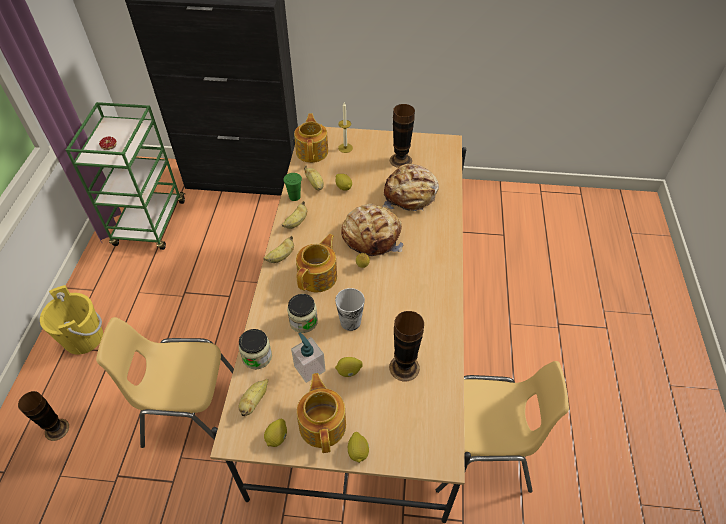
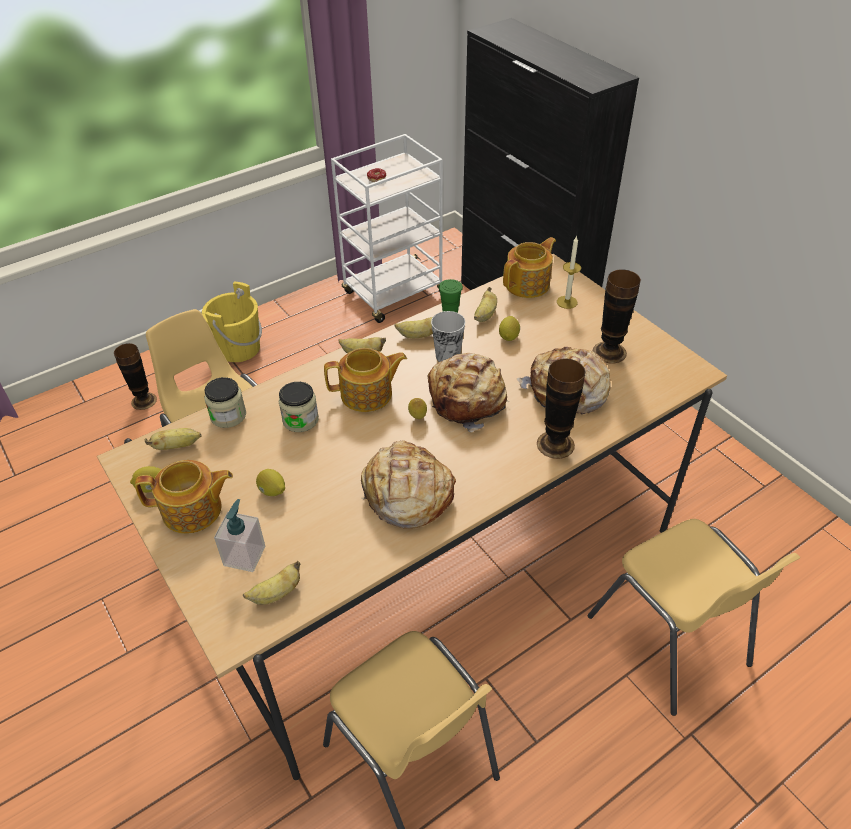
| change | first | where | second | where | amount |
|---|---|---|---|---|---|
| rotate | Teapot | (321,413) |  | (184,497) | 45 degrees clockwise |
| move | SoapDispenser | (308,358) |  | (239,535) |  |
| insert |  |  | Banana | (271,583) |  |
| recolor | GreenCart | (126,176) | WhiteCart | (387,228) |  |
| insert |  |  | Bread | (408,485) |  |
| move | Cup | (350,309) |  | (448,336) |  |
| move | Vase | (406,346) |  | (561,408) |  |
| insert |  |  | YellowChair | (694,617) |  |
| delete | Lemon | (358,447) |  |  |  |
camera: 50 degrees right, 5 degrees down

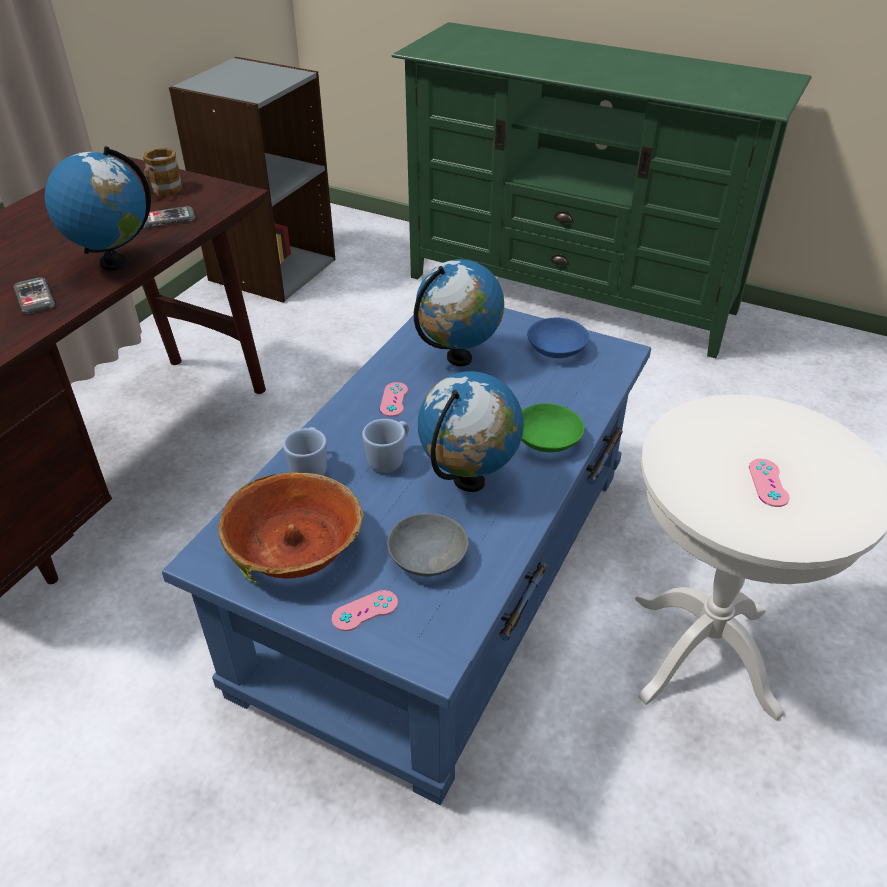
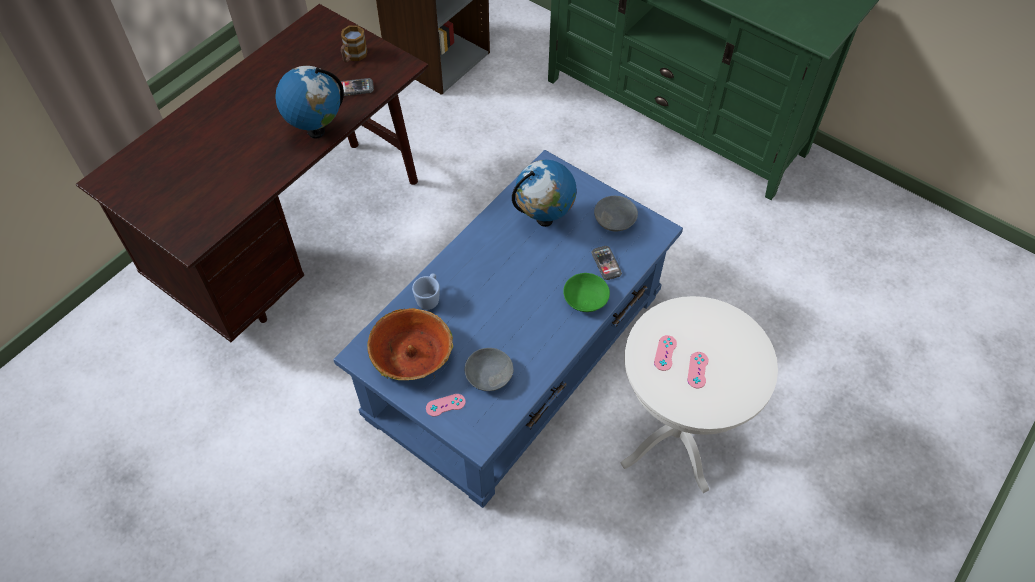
| change | first | where | second | where | amount |
|---|---|---|---|---|---|
| move | Phone | (34,295) |  | (606,263) |  |
| recolor | BlueBowl | (558,338) | GreyBowl | (616,214) |  |
| move | PinkGameController | (394,399) |  | (665,353) |  |
| delete | BlueMug | (385,446) |  |  |  |
| delete | Globe | (471,431) |  |  |  |
camera: 10 degrees right, 15 degrees up

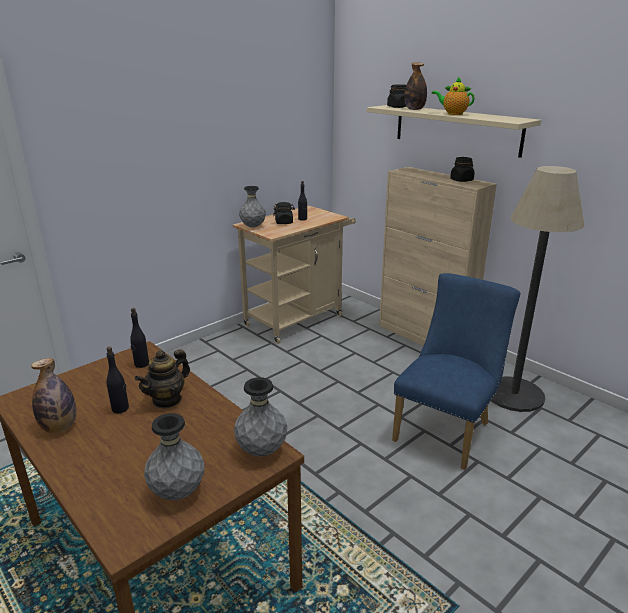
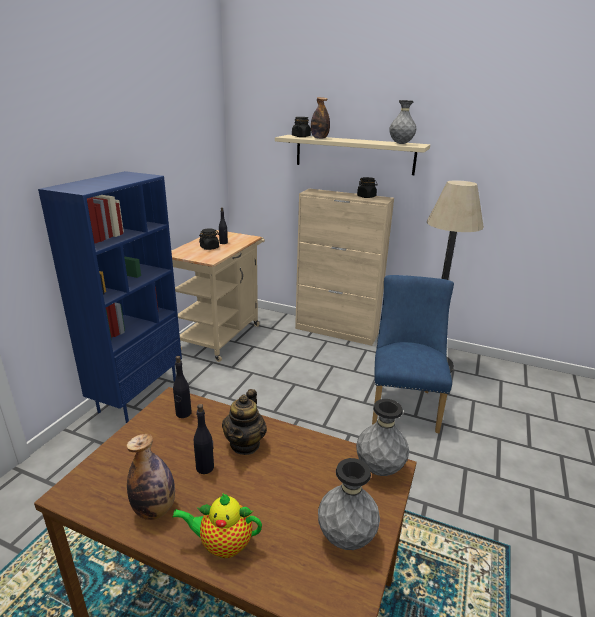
| change | first | where | second | where | amount |
|---|---|---|---|---|---|
| insert |  |  | BlueBookcase | (110,297) |  |
| move | Teapot | (453,96) |  | (217,525) |  |
| move | GreyVase | (252,207) |  | (402,122) |  |
camera: 25 degrees left, 0 degrees up

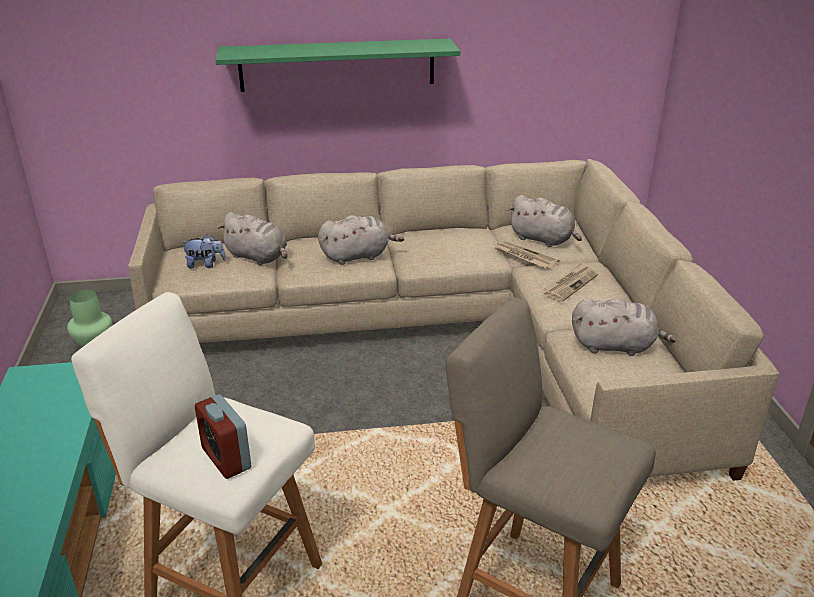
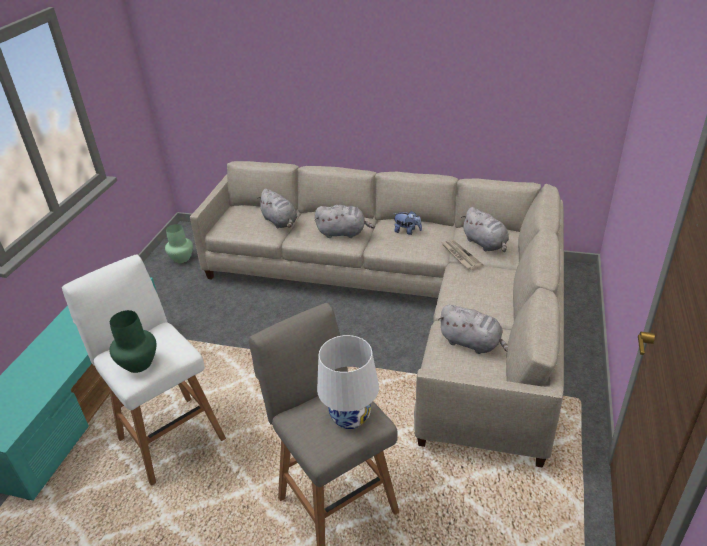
| change | first | where | second | where | amount |
|---|---|---|---|---|---|
| replace | AlarmClock | (223,436) | GreenVase | (132,341) |  |
| insert |  |  | WhiteTableLamp | (348,382) |  |
| move | PlushToy | (203,251) |  | (407,223) |  |
| delete | GreenShelf | (337,65) |  |  |  |
| delete | Newspaper | (570,282) |  |  |  |
camera: 25 degrees right, 5 degrees up

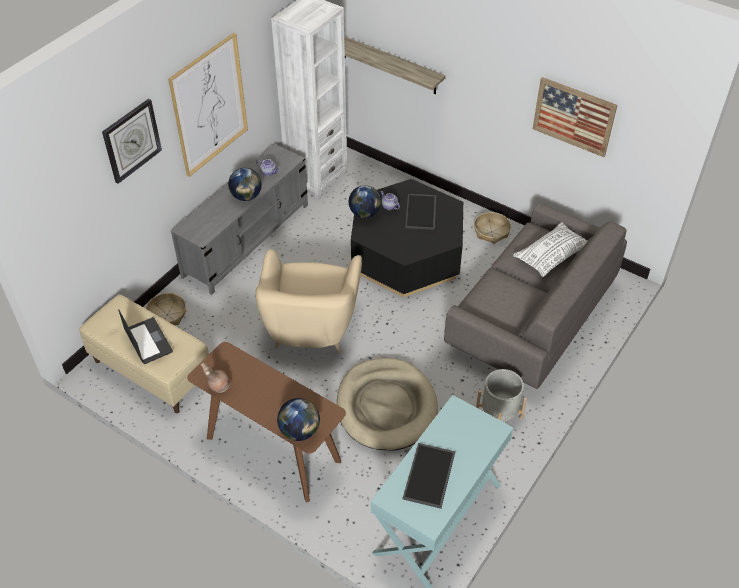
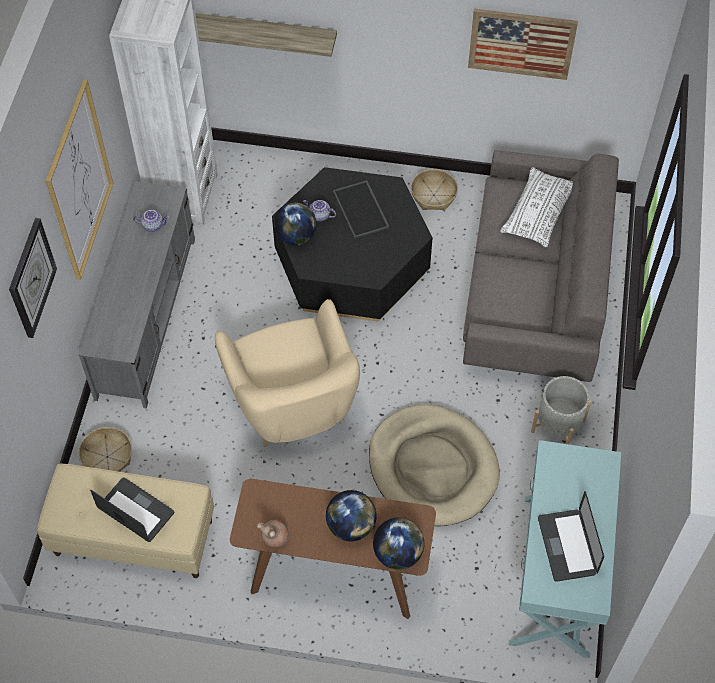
| change | first | where | second | where | amount |
|---|---|---|---|---|---|
| move | Globe | (245,184) |  | (351,515) |  |
| replace | Tray | (429,476) | Laptop | (571,536) |  |
camera: 25 degrees left, 10 degrees up

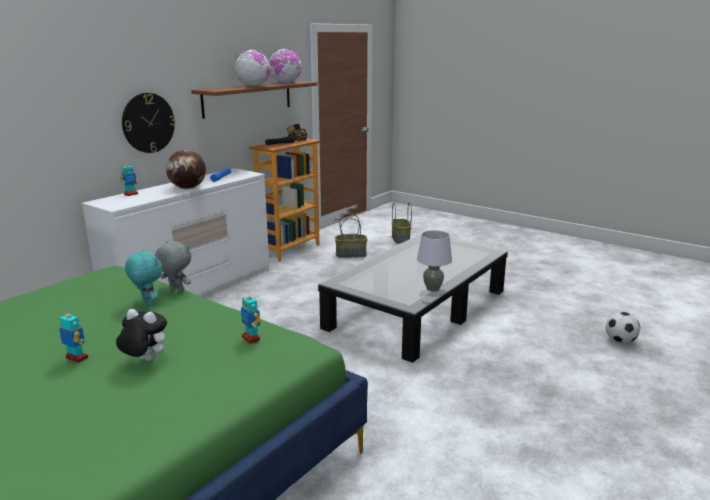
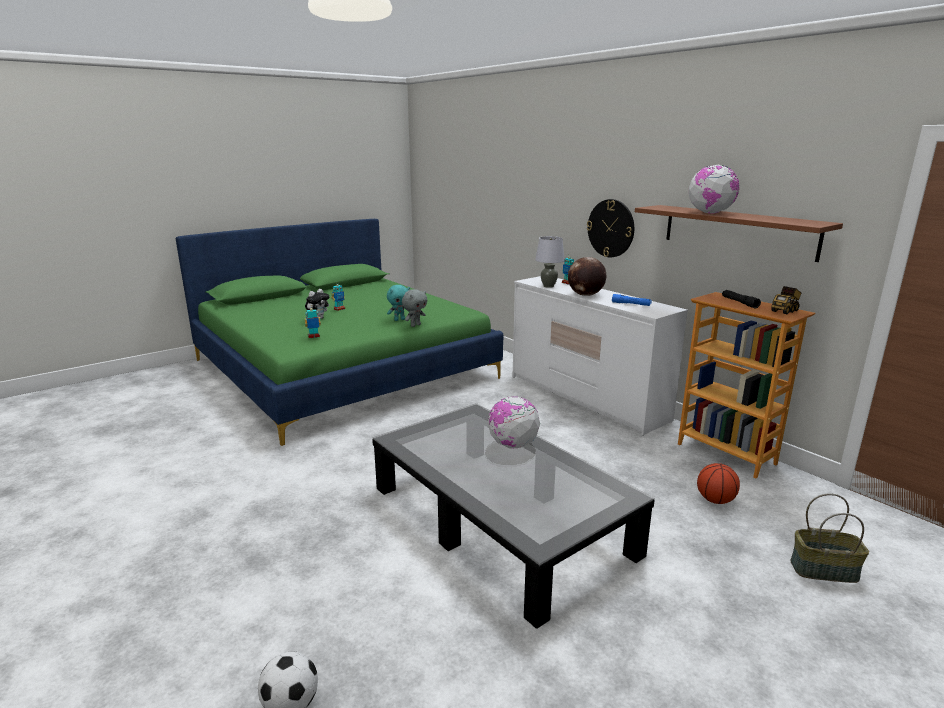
| change | first | where | second | where | amount |
|---|---|---|---|---|---|
| move | Globe | (285,66) |  | (514,422) |  |
| move | GreyTableLamp | (434,261) |  | (550,262) |  |
| replace | Basket | (351,235) | Basketball | (718,483) |  |
camera: 105 degrees right, 0 degrees up

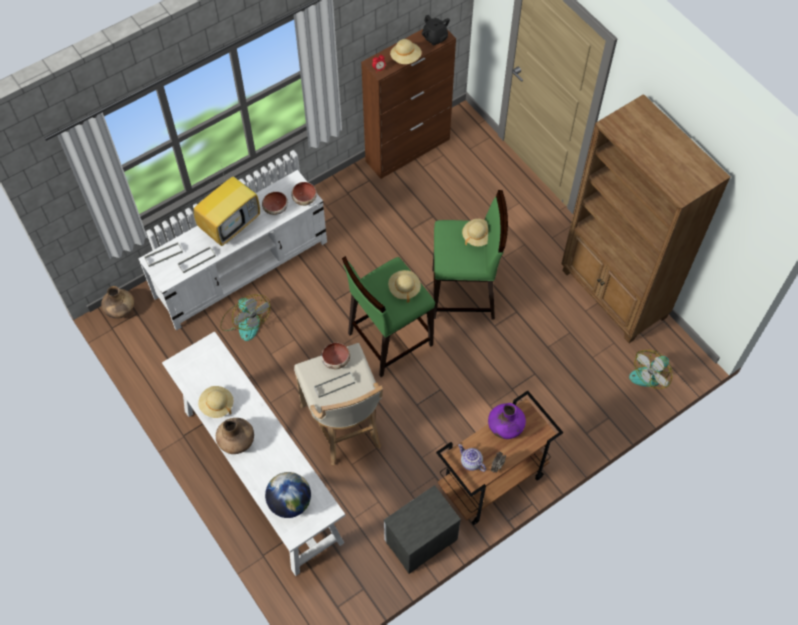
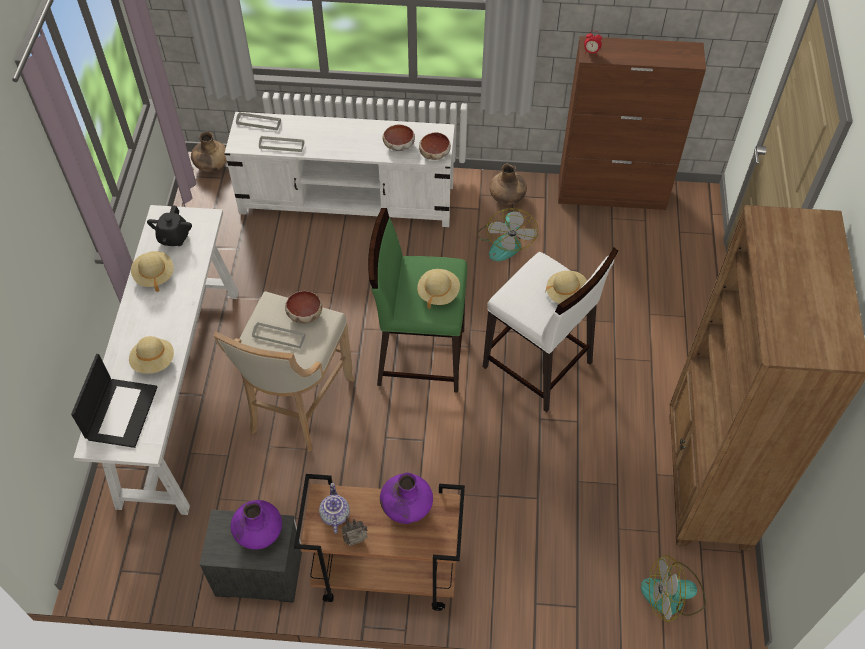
| change | first | where | second | where | amount |
|---|---|---|---|---|---|
| replace | Globe | (288,495) | Laptop | (114,401) |  |
| move | BeigeHat | (406,51) |  | (151,355) |  |
| move | BlackTeapot | (436,30) |  | (169,225) |  |
| insert |  |  | PurpleVase | (256,525) |  |
| move | Fan | (245,317) |  | (507,234) |  |
| recolor | GreenStool | (470,254) | WhiteStool | (550,330) |  |
| move | BrownVase | (235,436) |  | (508,184) |  |
| delete | Television | (226,205) |  |  |  |
camera: 40 degrees right, 5 degrees down

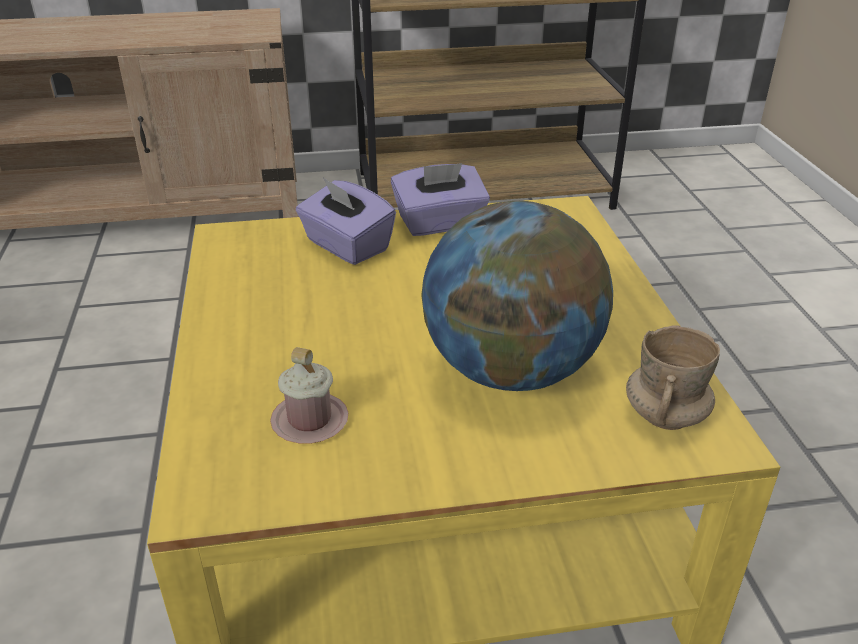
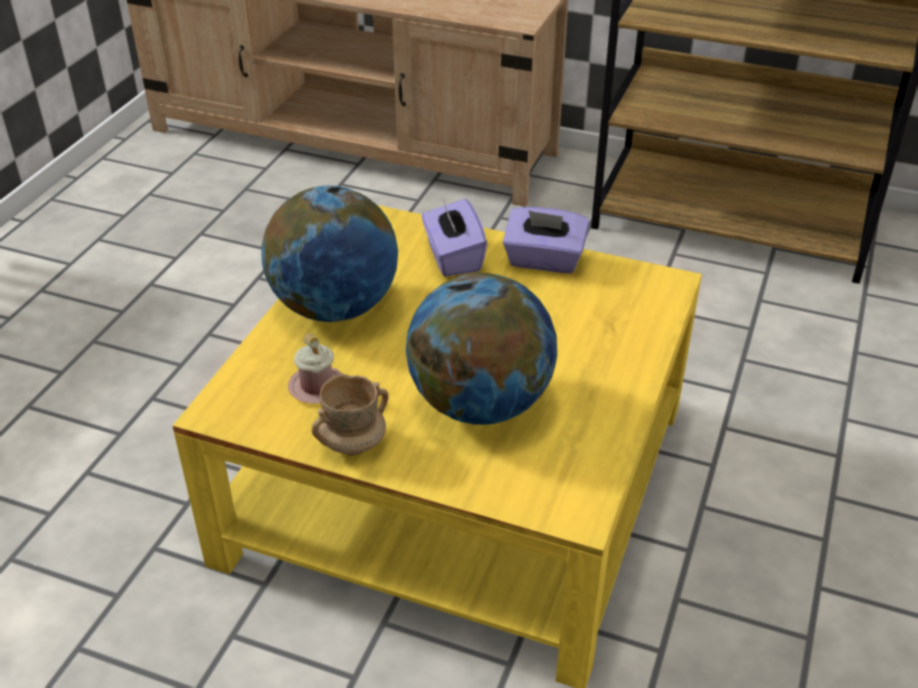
| change | first | where | second | where | amount |
|---|---|---|---|---|---|
| insert |  |  | Globe | (329,254) |  |
| move | BeigeMug | (673,377) |  | (350,414) |  |
camera: 30 degrees right, 5 degrees up

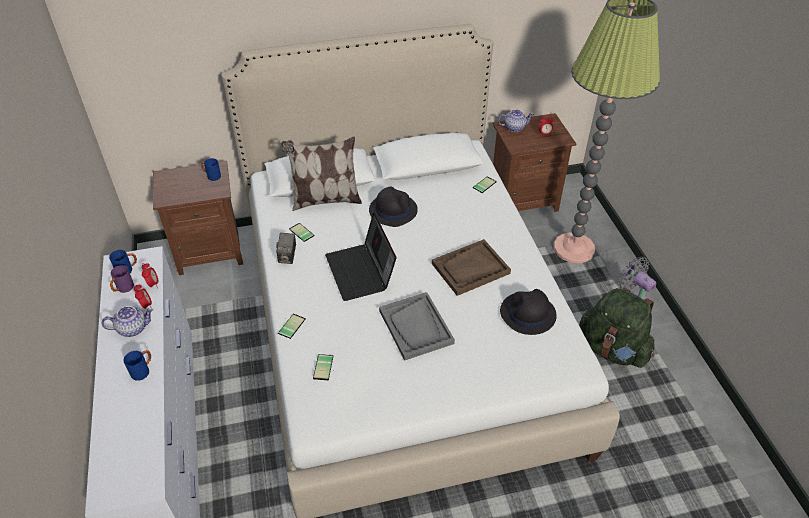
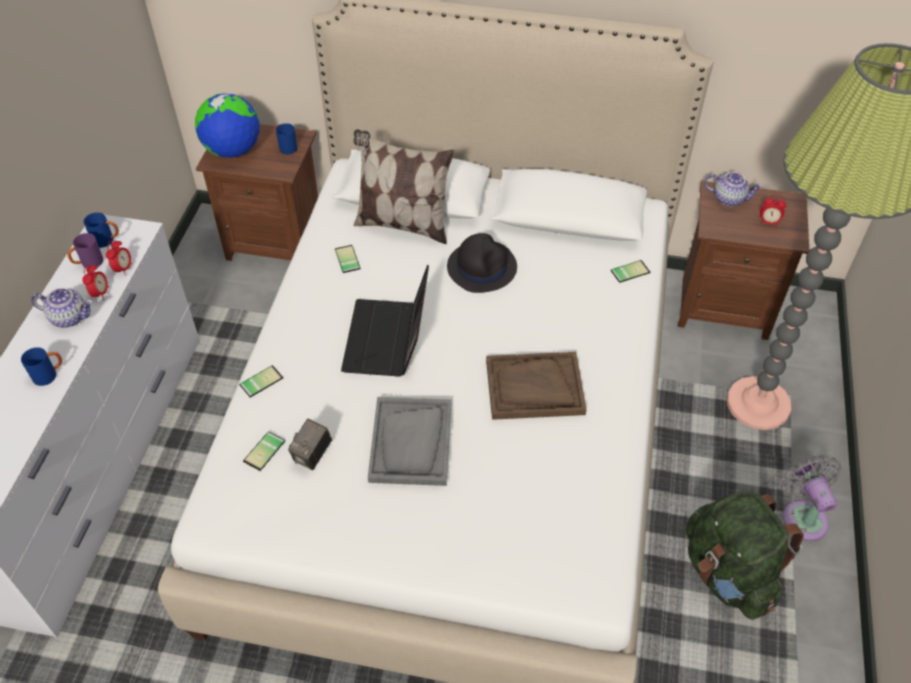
| change | first | where | second | where | amount |
|---|---|---|---|---|---|
| insert |  |  | Globe | (227,125) |  |
| move | PhotoCamera | (286,248) |  | (310,444) |  |
| delete | BlackHat | (528,312) |  |  |  |
camera: 25 degrees right, 5 degrees up

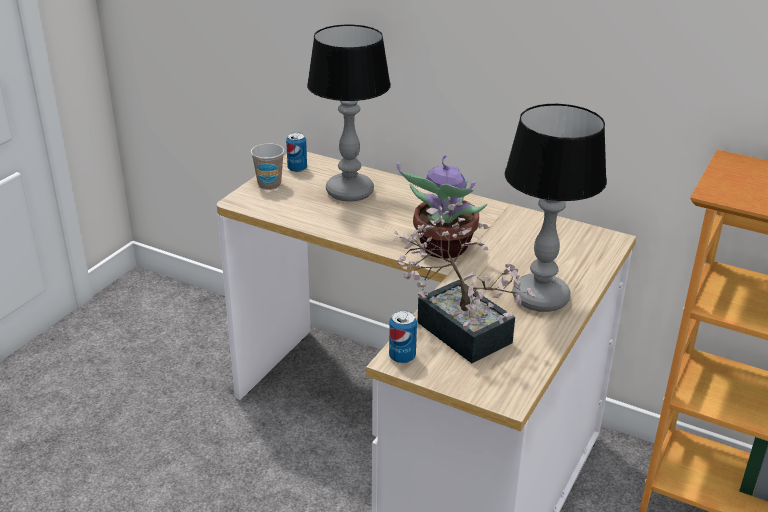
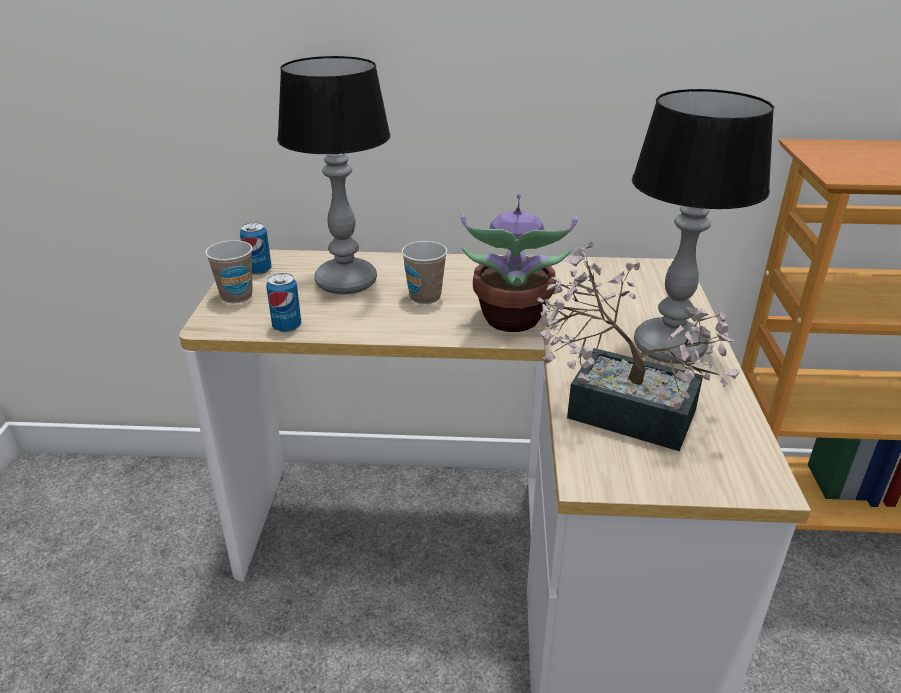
| change | first | where | second | where | amount |
|---|---|---|---|---|---|
| move | Can | (403,336) |  | (283,302) |  |
| insert |  |  | Cup | (424,272) |  |
camera: 25 degrees left, 0 degrees up

